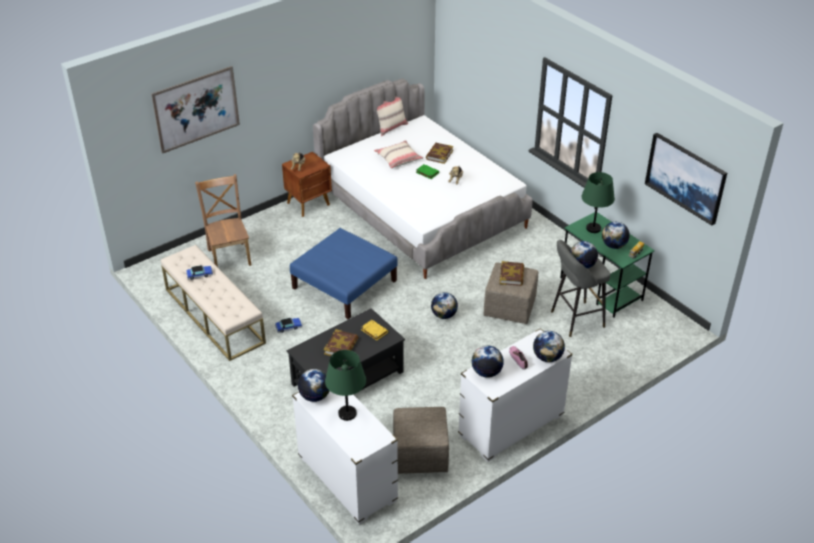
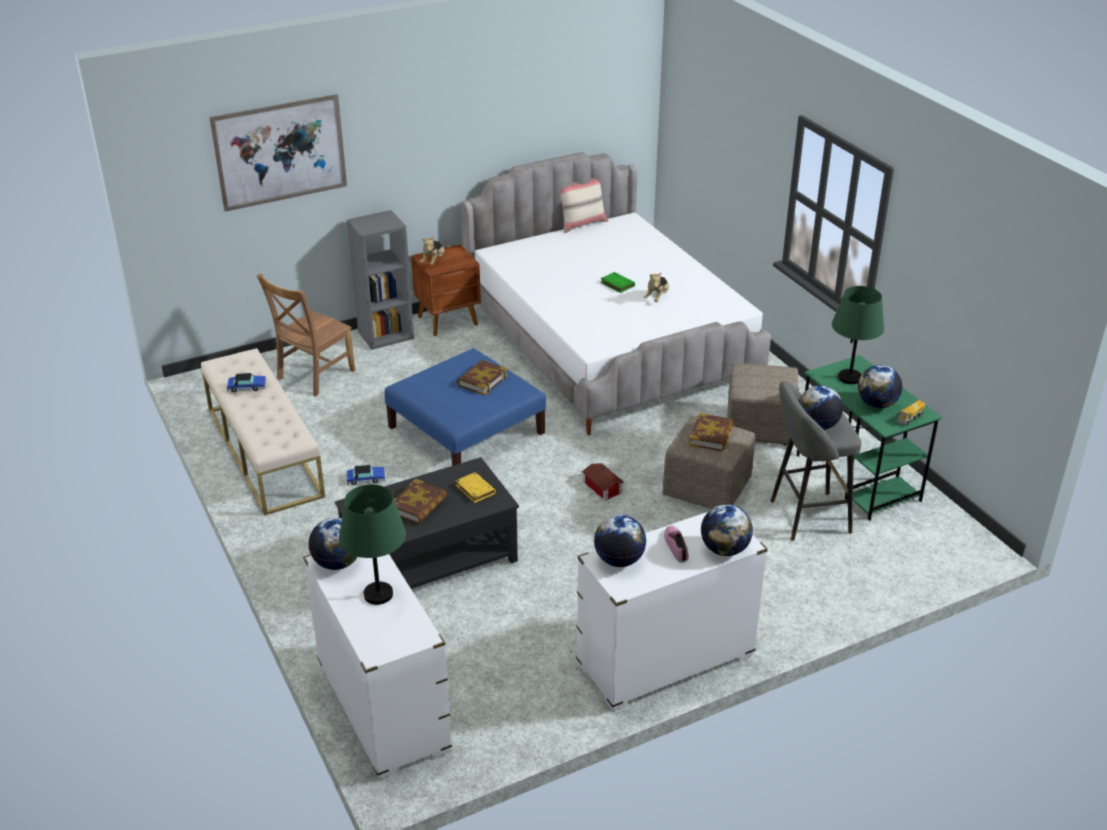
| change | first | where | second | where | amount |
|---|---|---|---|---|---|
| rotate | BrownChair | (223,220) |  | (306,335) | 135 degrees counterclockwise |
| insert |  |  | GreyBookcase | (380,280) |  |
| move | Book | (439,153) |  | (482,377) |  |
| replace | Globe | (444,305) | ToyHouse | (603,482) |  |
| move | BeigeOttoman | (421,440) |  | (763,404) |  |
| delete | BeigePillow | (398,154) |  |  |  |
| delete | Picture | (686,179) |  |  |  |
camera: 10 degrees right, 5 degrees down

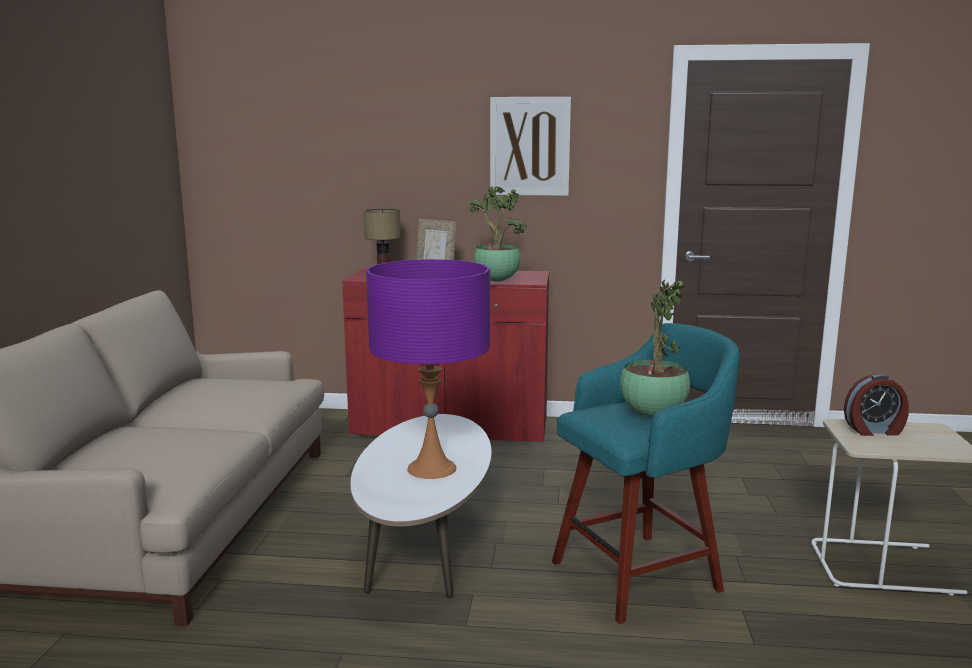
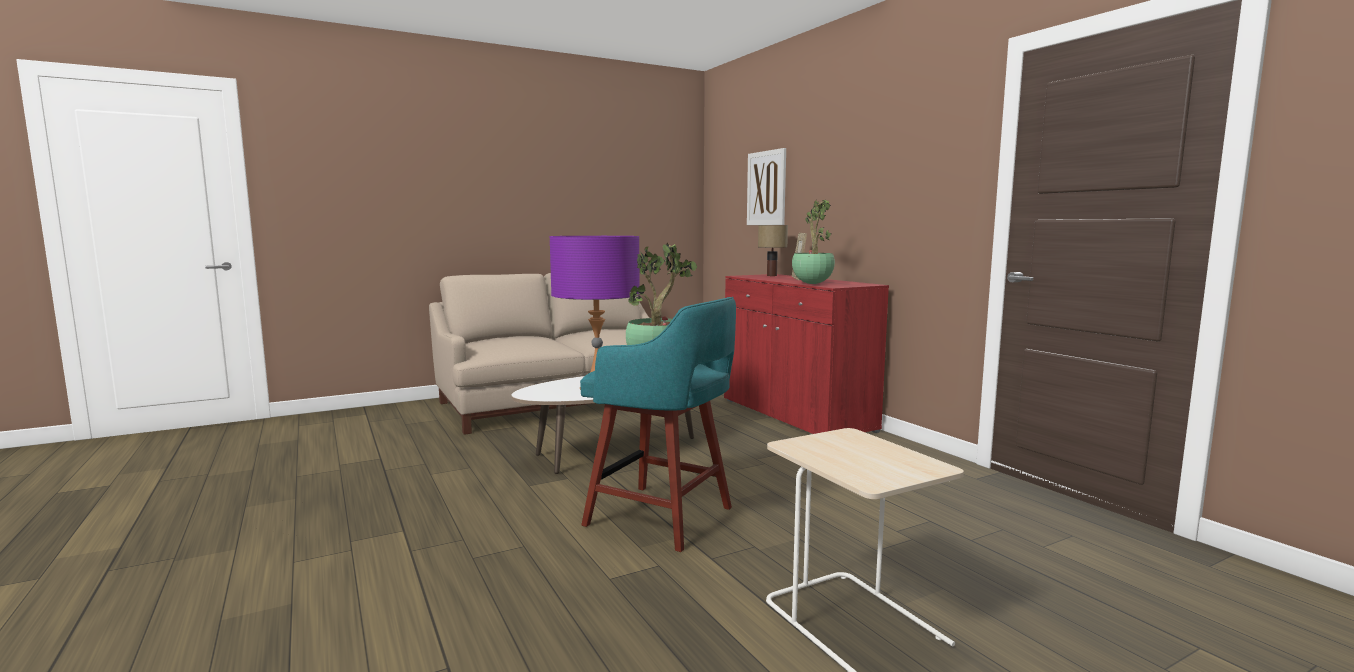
| change | first | where | second | where | amount |
|---|---|---|---|---|---|
| move | Picture | (530,146) |  | (766,186) |  |
| delete | AlarmClock | (876,405) |  |  |  |
camera: 55 degrees right, 5 degrees down

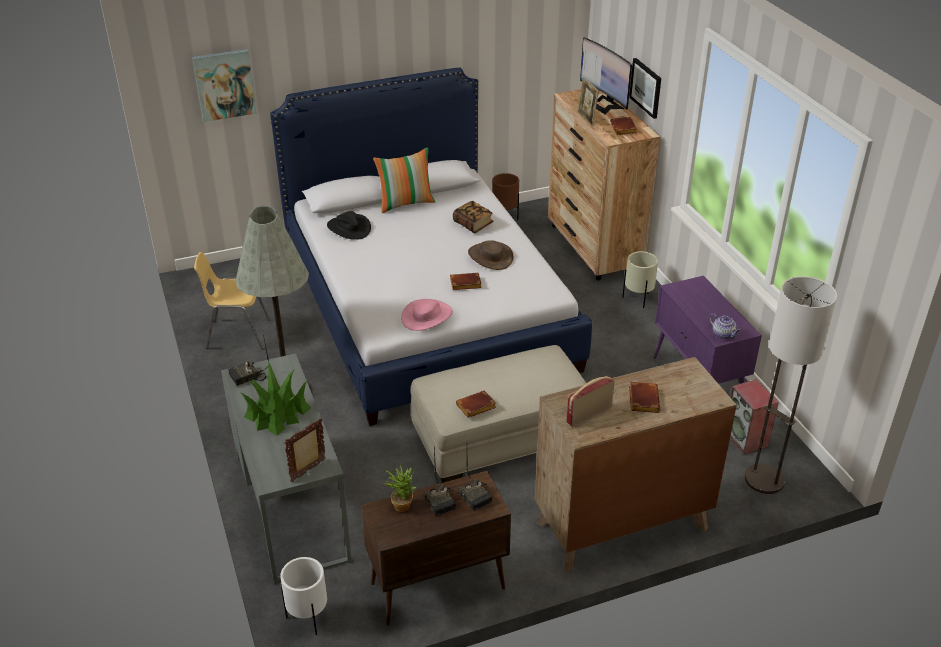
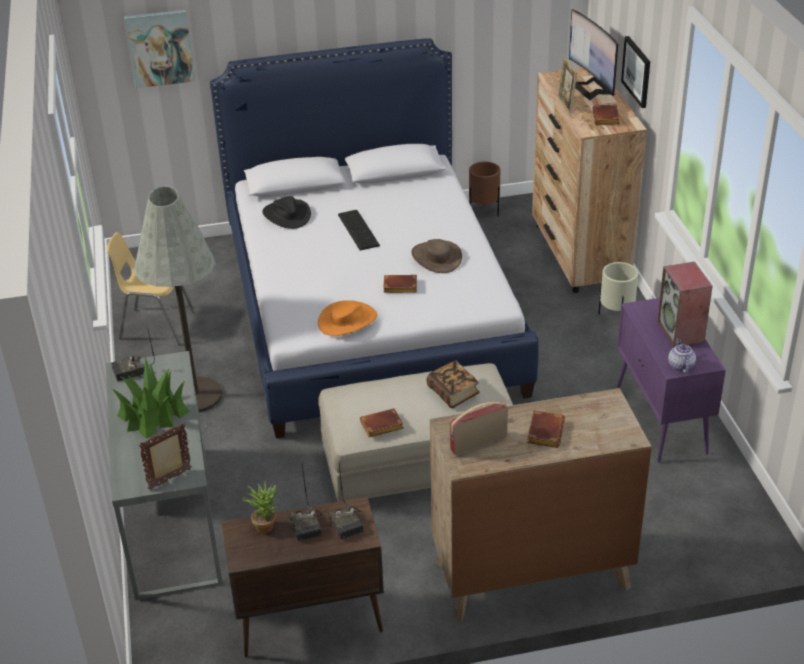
| change | first | where | second | where | amount |
|---|---|---|---|---|---|
| recolor | PinkHat | (427,315) | OrangeHat | (347,318) |  |
| insert |  |  | Keyboard | (359,230) |  |
| move | Book | (473,217) |  | (453,384) |  |
| move | Speaker | (754,416) |  | (685,305) |  |
| rotate | Teapot | (725,326) |  | (682,355) | 150 degrees counterclockwise |
| delete | WhitePlanter | (303,596) |  |  |  |
| delete | Pillow | (404,180) |  |  |  |
| delete | FloorLamp | (791,385) |  |  |  |
camera: 10 degrees right, 0 degrees up

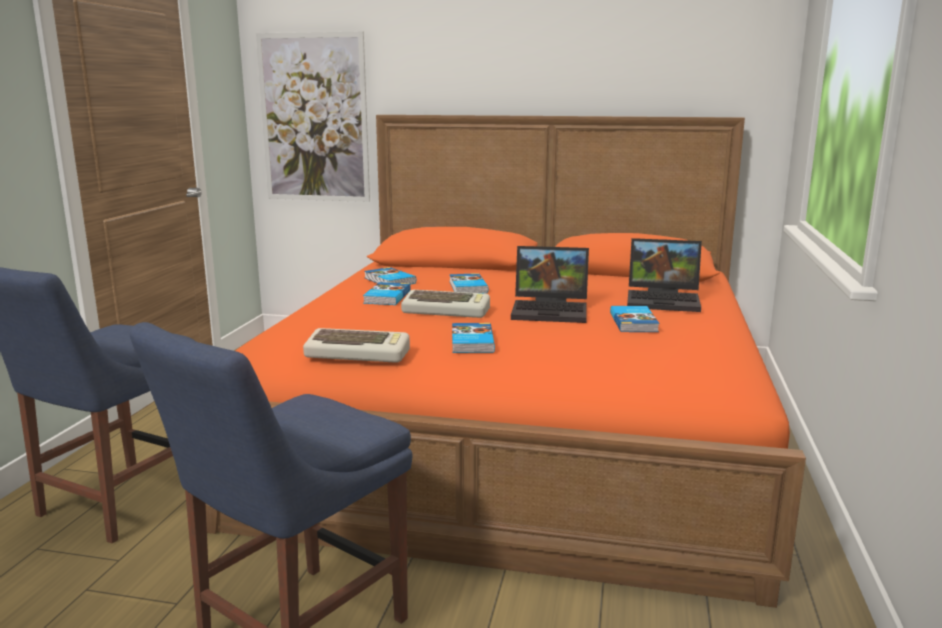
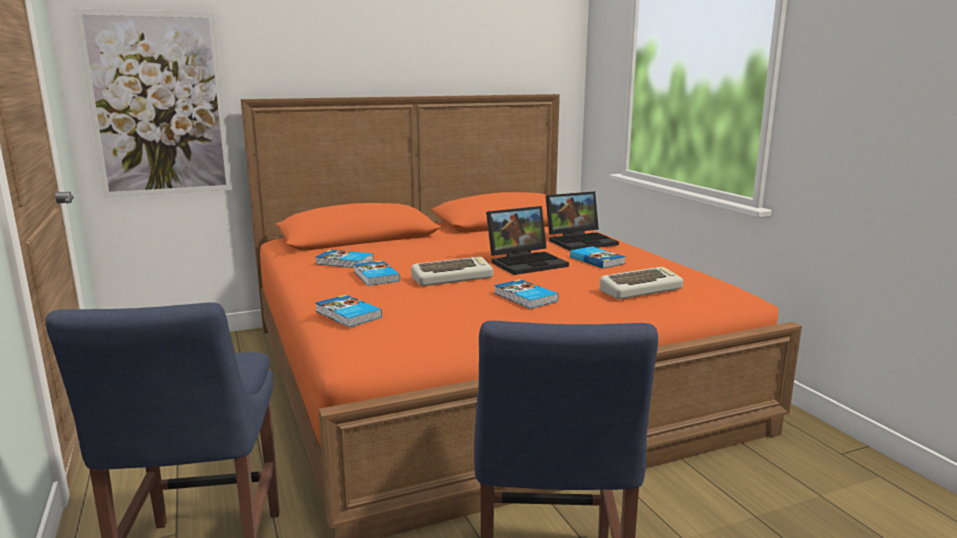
| change | first | where | second | where | amount |
|---|---|---|---|---|---|
| move | Book | (468,283) |  | (348,311) |  |
| move | Keyboard | (356,345) |  | (641,283) |  |
camera: 35 degrees left, 0 degrees up

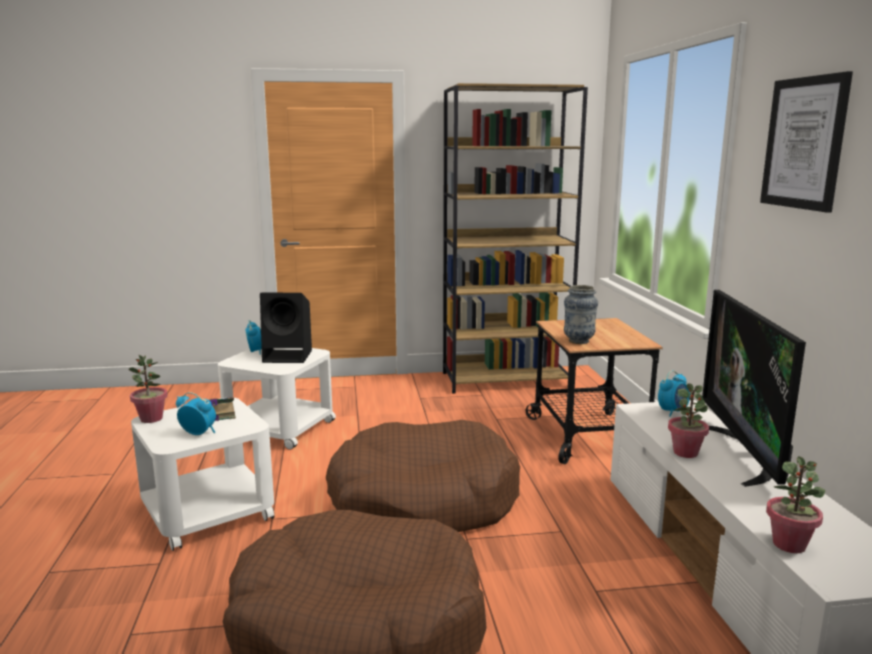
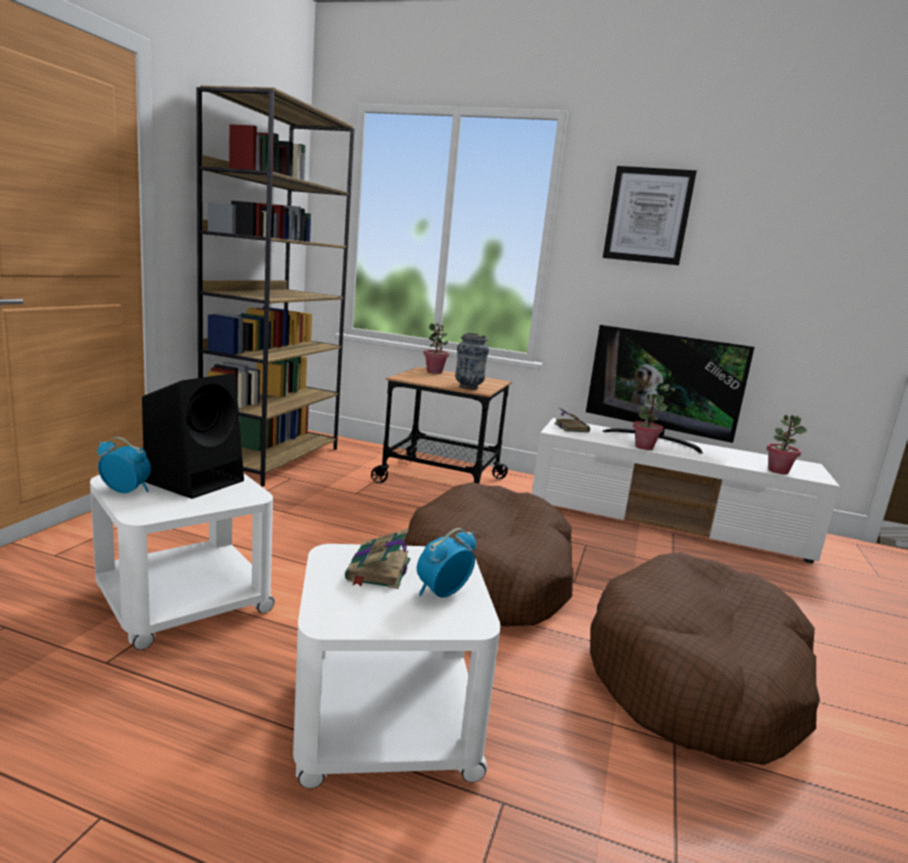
| change | first | where | second | where | amount |
|---|---|---|---|---|---|
| move | PottedPlant | (148,389) |  | (436,348) |  |
| replace | AlarmClock | (674,394) | Book | (572,420) |  |
camera: 65 degrees left, 0 degrees up

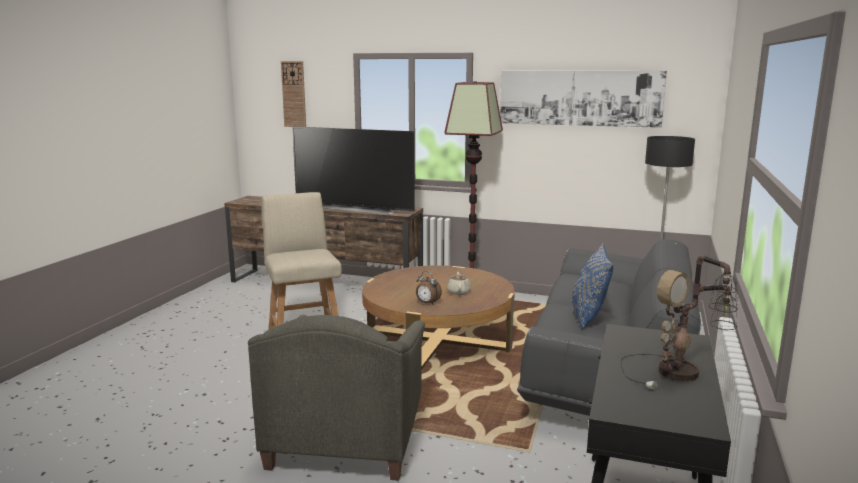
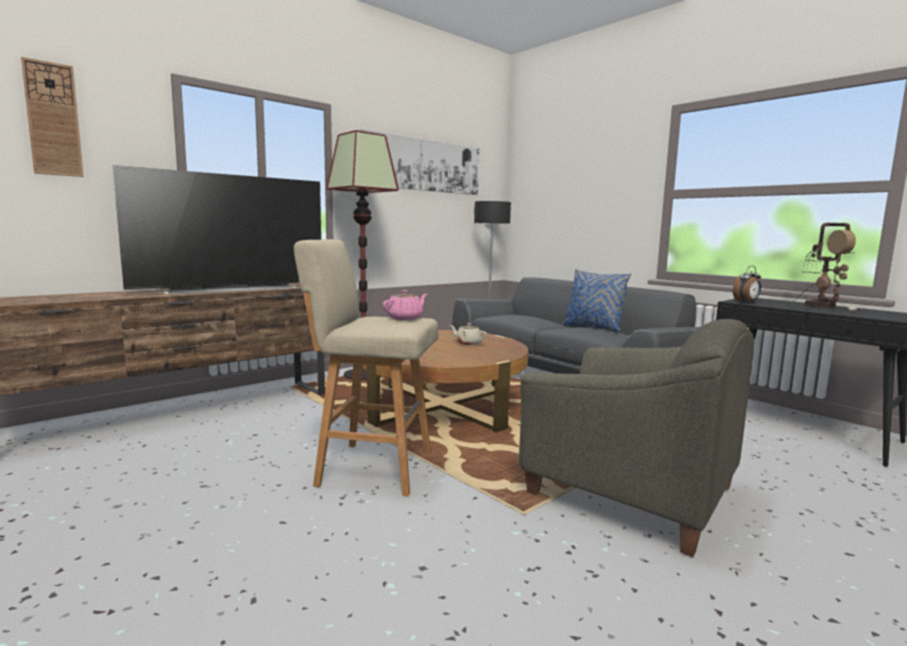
| change | first | where | second | where | amount |
|---|---|---|---|---|---|
| insert |  |  | PinkTeapot | (405,305) |  |
| move | AlarmClock | (429,288) |  | (747,284) |  |
camera: 60 degrees left, 5 degrees down

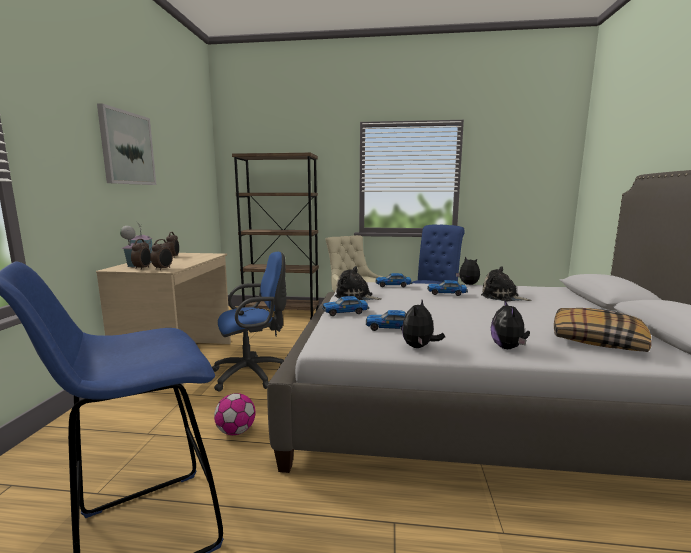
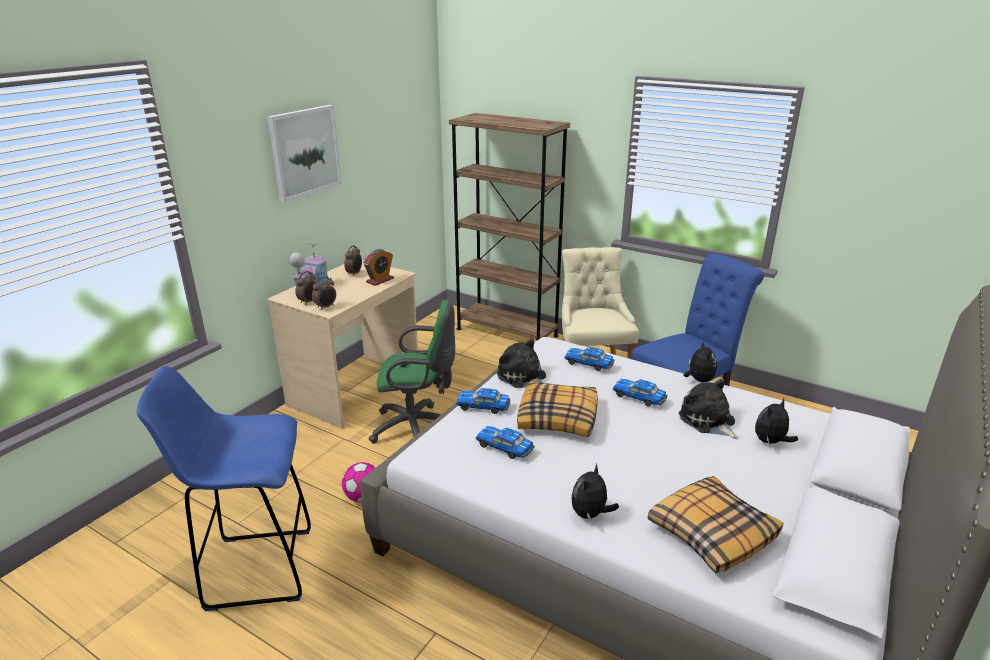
| change | first | where | second | where | amount |
|---|---|---|---|---|---|
| insert |  |  | AlarmClock | (378,267) |  |
| recolor | BlueOfficeChair | (249,322) | GreenOfficeChair | (412,372) |  |
| insert |  |  | Pillow | (557,409) |  |
| move | PlushToy | (423,324) |  | (776,421) |  |
camera: 25 degrees right, 15 degrees up

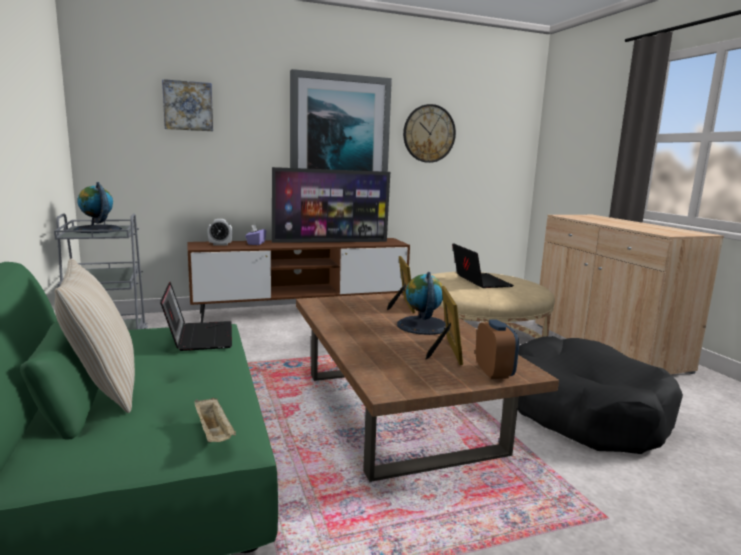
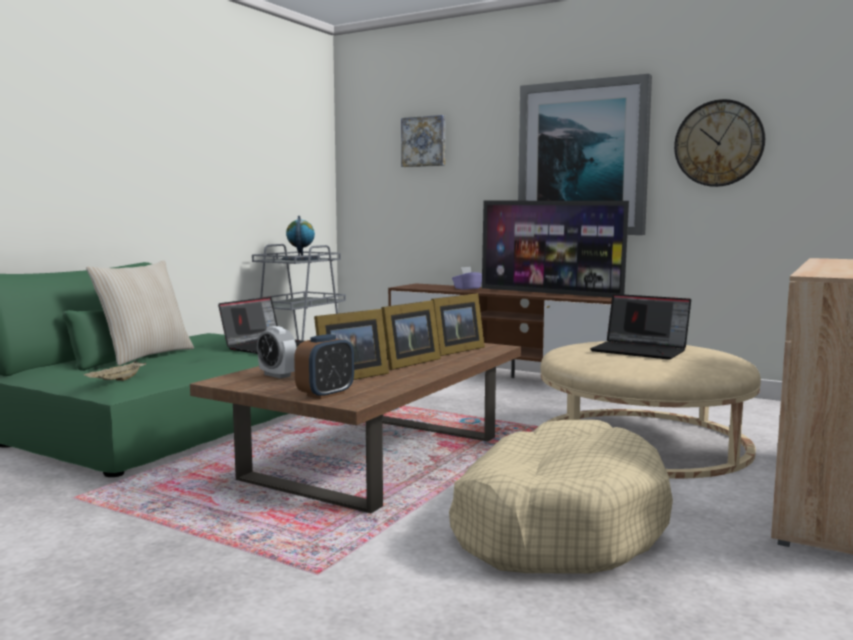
| change | first | where | second | where | amount |
|---|---|---|---|---|---|
| move | AlarmClock | (219,232) |  | (277,352) |  |
| replace | Globe | (421,303) | PictureFrame | (411,335) |  |
| recolor | BlackDogBed | (600,395) | BeigeDogBed | (561,497) |  |
| rotate | Laptop | (483,265) |  | (640,327) | 90 degrees clockwise |
camera: 50 degrees right, 5 degrees down

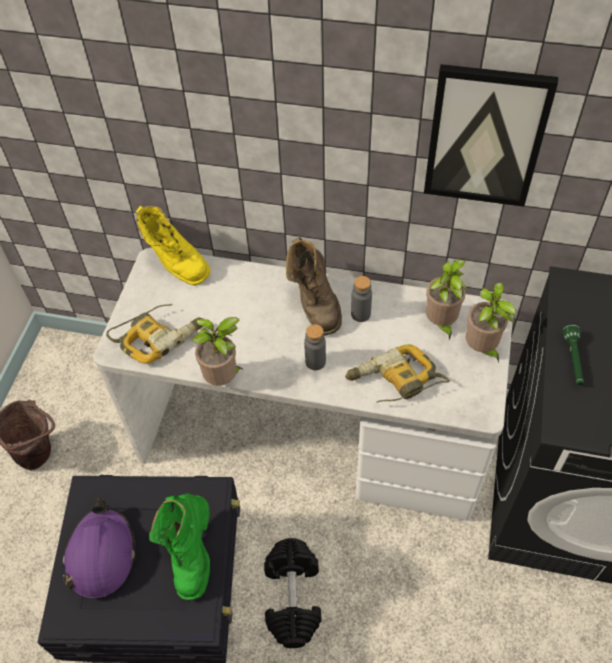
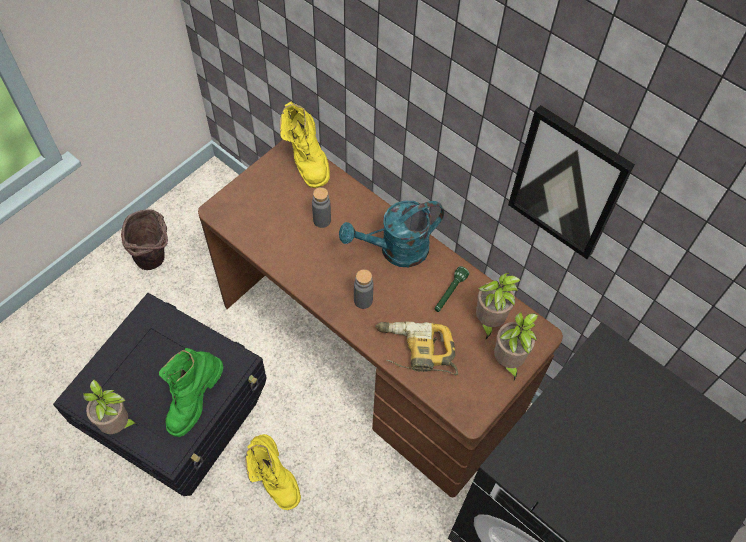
| change | first | where | second | where | amount |
|---|---|---|---|---|---|
| move | PottedPlant | (218,351) |  | (111,406) |  |
| recolor | WhiteDesk | (302,384) | BrownDesk | (380,318) |  |
| replace | BlackDumbbell | (293,593) | YellowBoot | (273,472) |  |
| move | GreyBottle | (361,299) |  | (321,207) |  |
| replace | BrownBoot | (314,286) | TurquoiseWateringCan | (391,234) |  |
| move | GreenFlashlight | (573,355) |  | (452,289) |  |
| delete | PurpleHardHat | (99,548) |  |  |  |
| delete | PowerDrill | (154,334) |  |  |  |
camera: 25 degrees right, 5 degrees up

